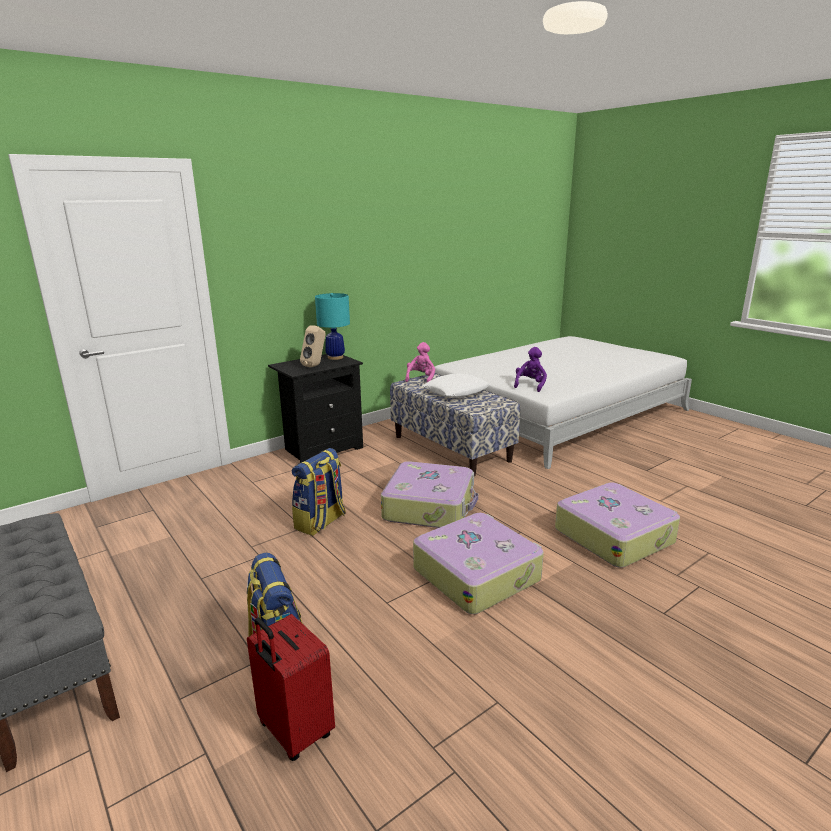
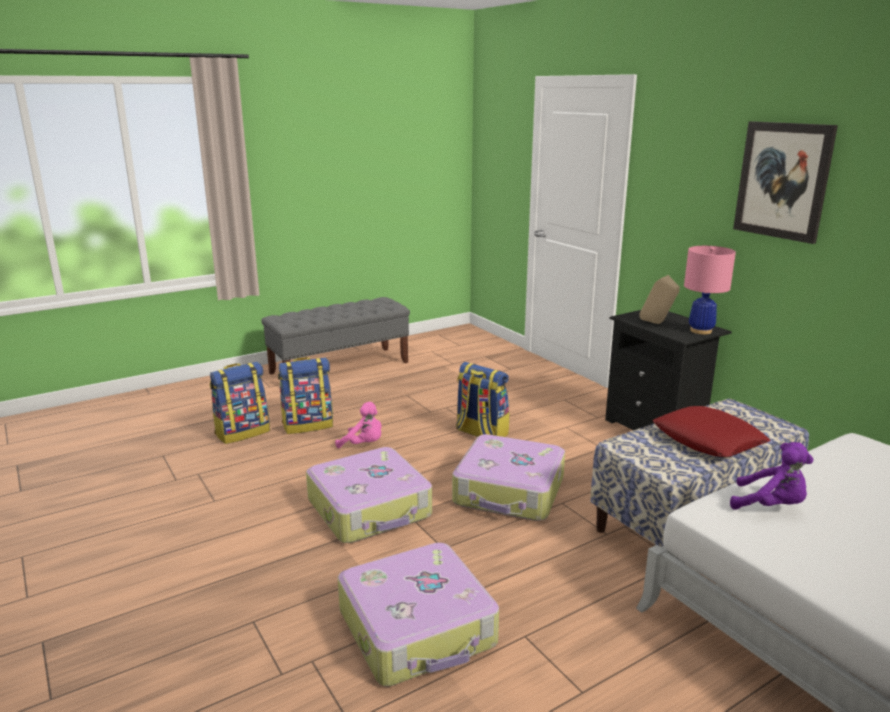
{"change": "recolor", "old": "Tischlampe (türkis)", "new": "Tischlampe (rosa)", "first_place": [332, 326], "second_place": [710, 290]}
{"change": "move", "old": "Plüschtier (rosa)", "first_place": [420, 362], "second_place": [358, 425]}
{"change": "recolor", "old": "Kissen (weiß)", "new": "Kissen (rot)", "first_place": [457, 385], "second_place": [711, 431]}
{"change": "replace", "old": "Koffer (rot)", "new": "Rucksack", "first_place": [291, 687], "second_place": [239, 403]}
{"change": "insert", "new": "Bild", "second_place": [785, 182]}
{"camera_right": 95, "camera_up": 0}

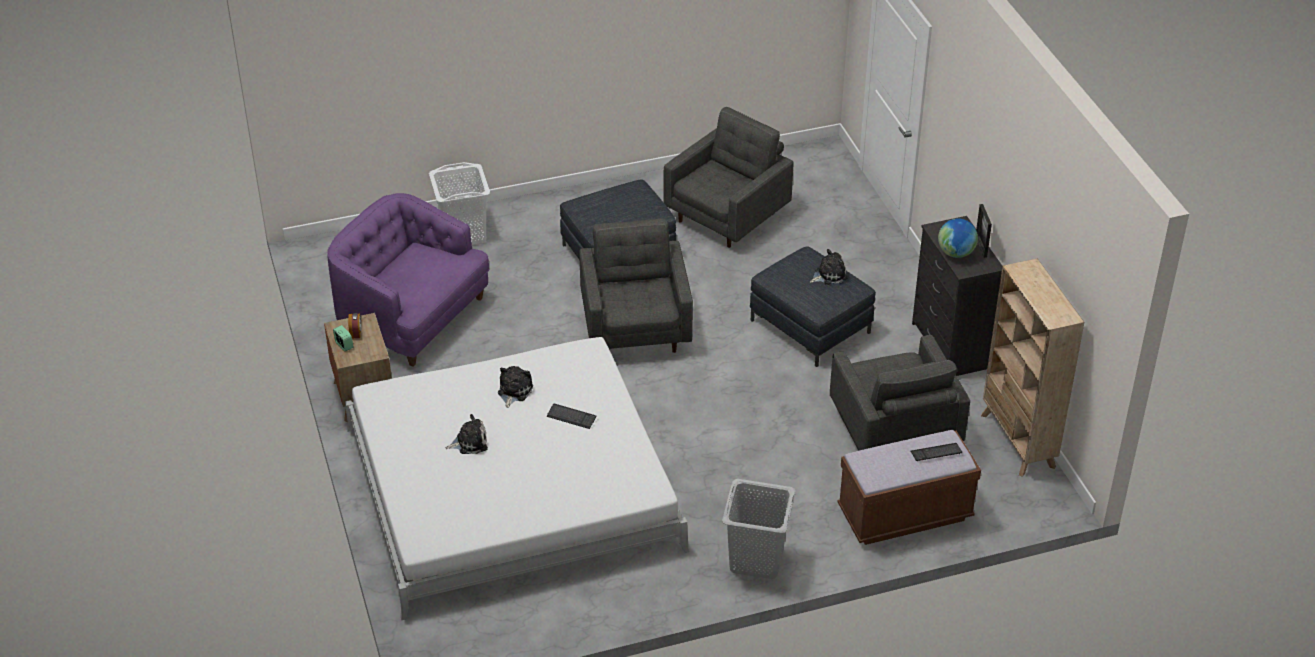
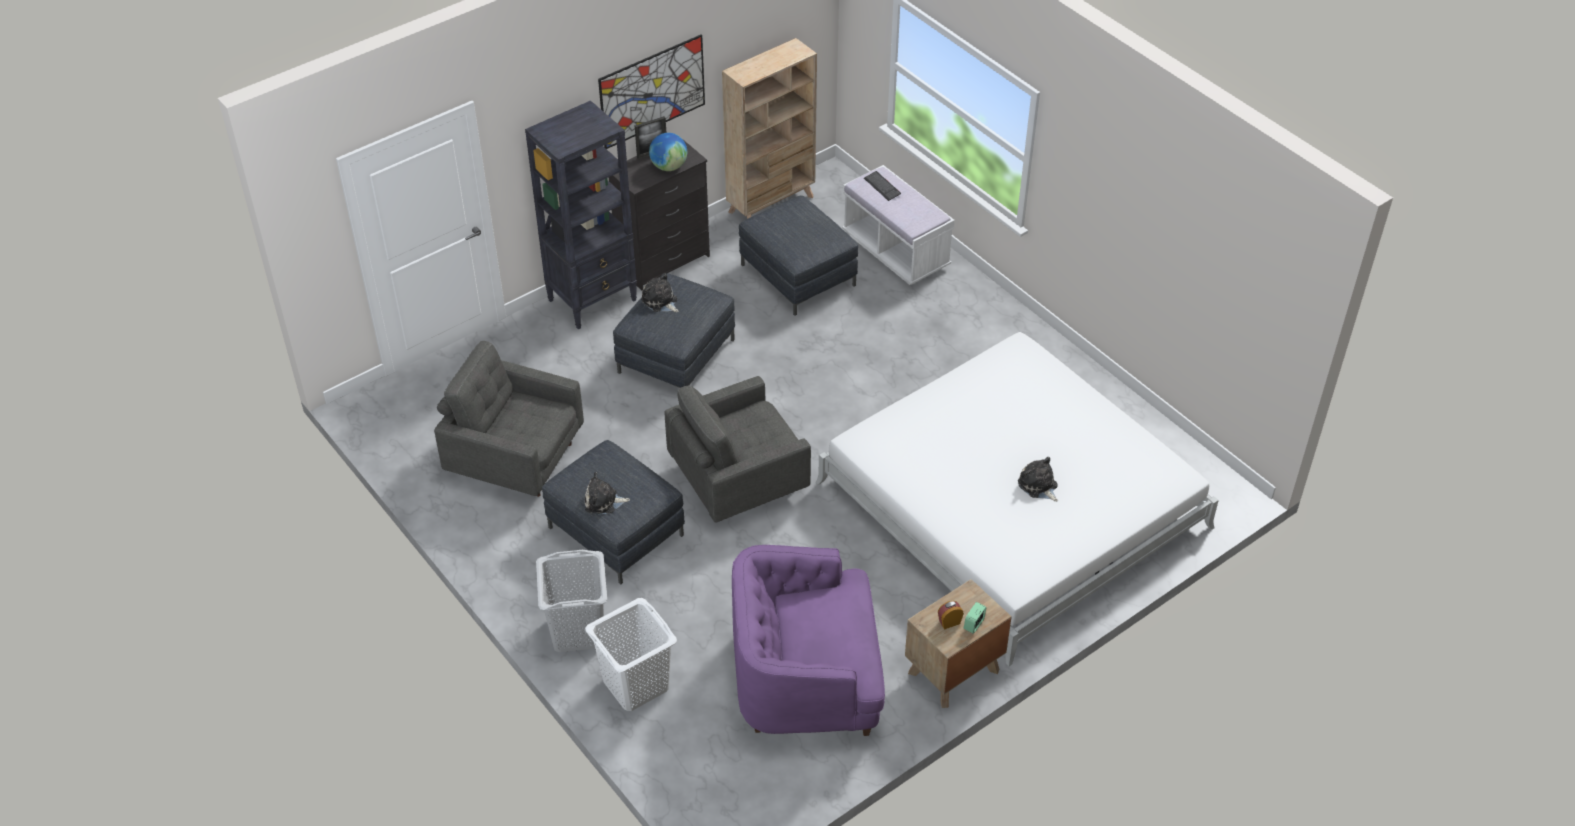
{"change": "rotate", "old": "Sessel (lila)", "first_place": [408, 280], "second_place": [808, 640], "degrees": 75}
{"change": "replace", "old": "Sessel (grau)", "new": "Polsterhocker (grau)", "first_place": [900, 393], "second_place": [798, 255]}
{"change": "move", "old": "Plüschtier", "first_place": [515, 387], "second_place": [607, 493]}
{"change": "delete", "old": "Tastatur", "first_place": [571, 416]}
{"change": "recolor", "old": "Bank (braun)", "new": "Bank (weiß)", "first_place": [909, 487], "second_place": [898, 225]}
{"change": "move", "old": "Wäschekorb (grau)", "first_place": [759, 529], "second_place": [571, 601]}
{"change": "insert", "new": "Bild", "second_place": [651, 91]}
{"change": "insert", "new": "Bücherregal (schwarz)", "second_place": [581, 214]}
{"camera_right": -110, "camera_up": 5}

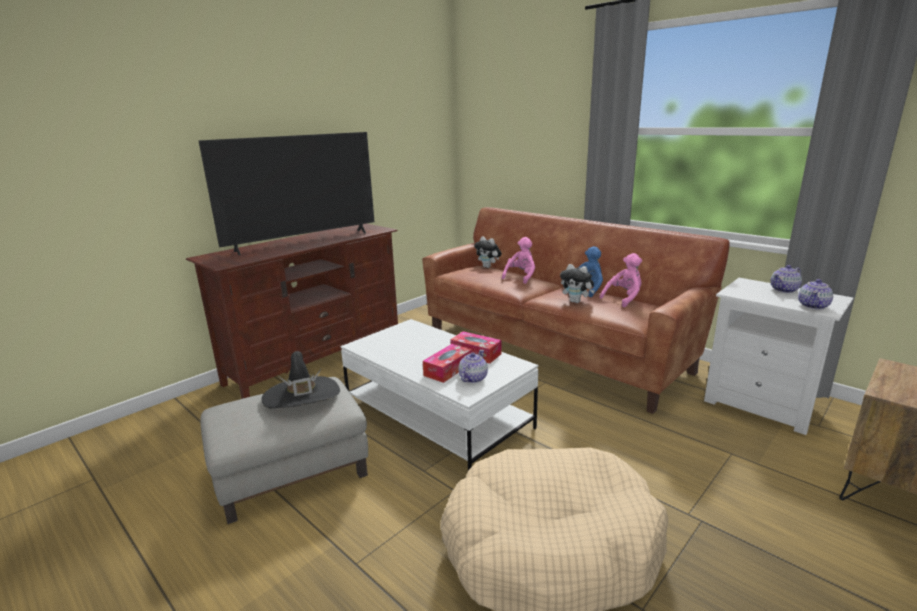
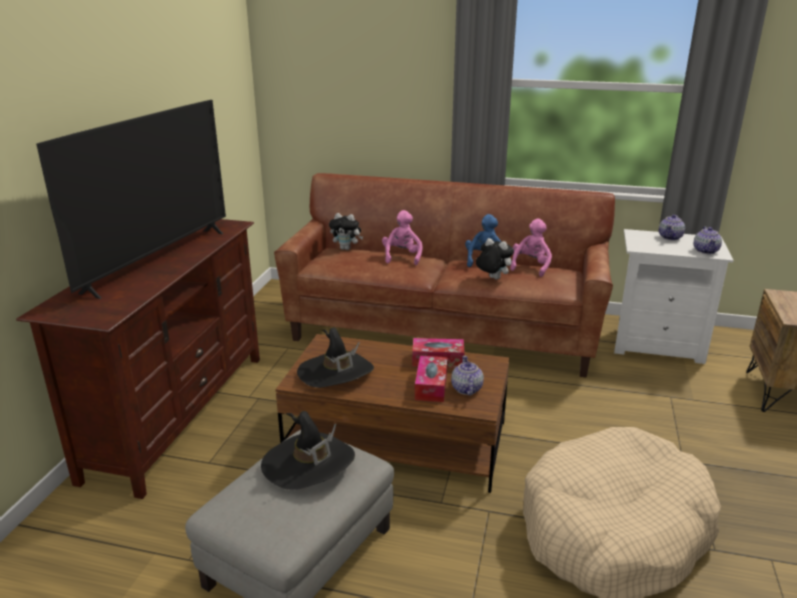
{"change": "rotate", "old": "Plüschtier", "first_place": [577, 283], "second_place": [495, 259], "degrees": -150}
{"change": "recolor", "old": "Couchtisch (weiß)", "new": "Couchtisch (braun)", "first_place": [439, 394], "second_place": [392, 413]}
{"change": "insert", "new": "Hut (schwarz)", "second_place": [335, 358]}
{"camera_right": -30, "camera_up": 5}

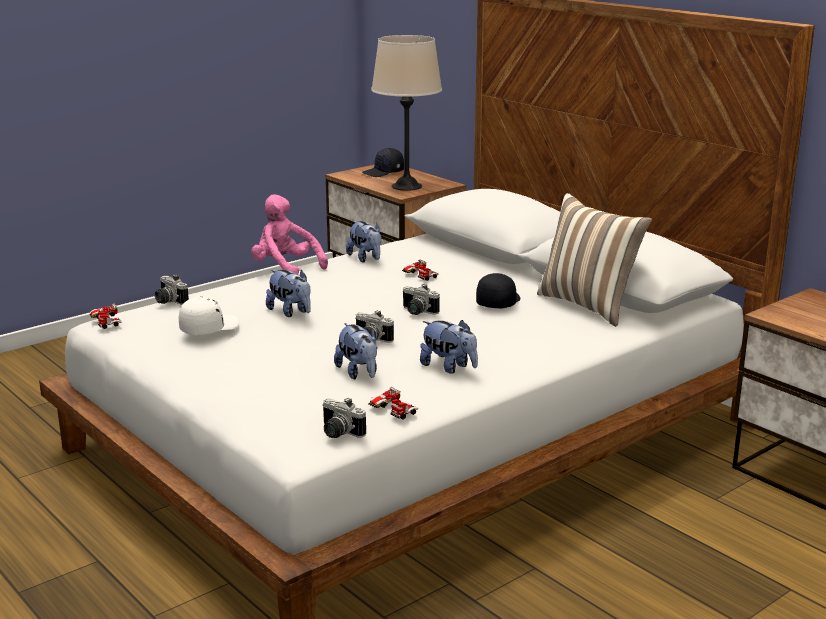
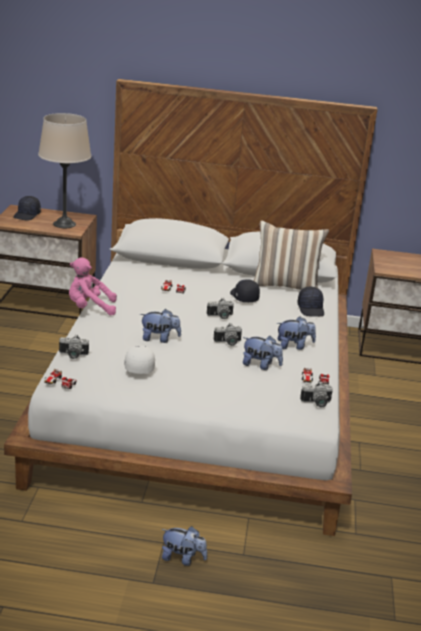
{"change": "move", "old": "Plüschtier", "first_place": [363, 241], "second_place": [184, 546]}
{"change": "insert", "new": "Kappe (schwarz)", "second_place": [310, 302]}
{"camera_right": -45, "camera_up": 5}

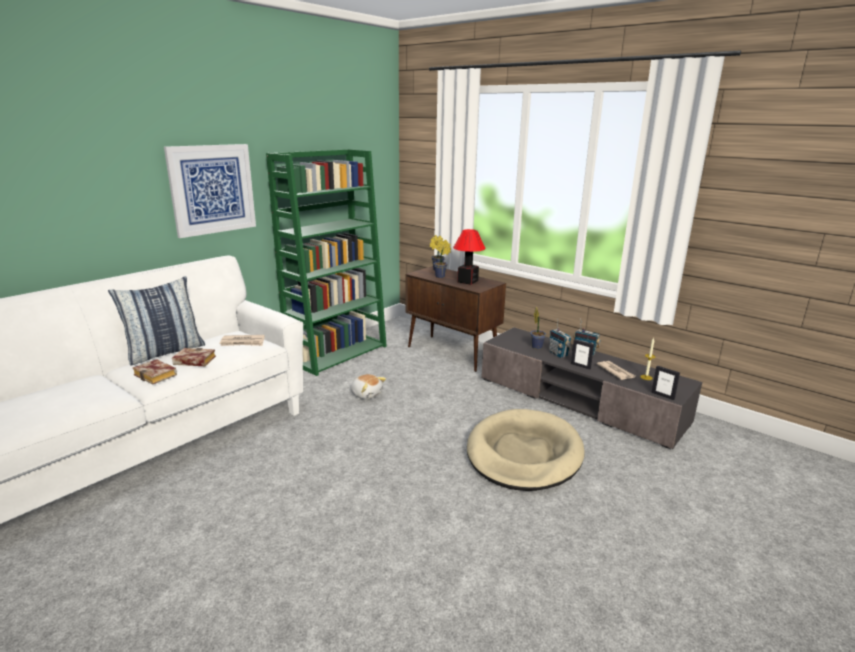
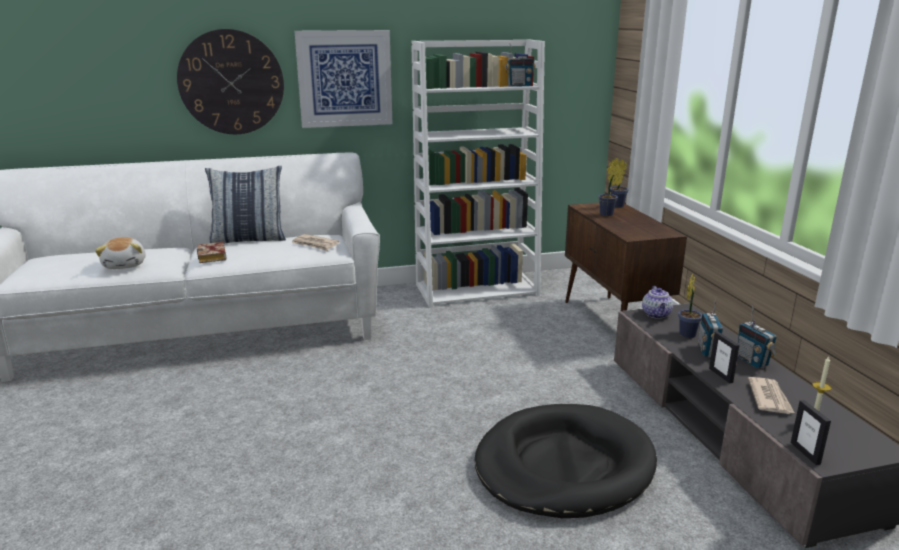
{"change": "recolor", "old": "Bücherregal (grün)", "new": "Bücherregal (weiß)", "first_place": [326, 262], "second_place": [478, 173]}
{"change": "delete", "old": "Tischlampe", "first_place": [469, 257]}
{"change": "delete", "old": "Buch", "first_place": [194, 357]}
{"change": "move", "old": "Plüschtier", "first_place": [368, 386], "second_place": [120, 253]}
{"change": "recolor", "old": "Hundebett (beige)", "new": "Hundebett (schwarz)", "first_place": [526, 450], "second_place": [566, 461]}
{"change": "insert", "new": "Wanduhr", "second_place": [230, 81]}
{"change": "insert", "new": "Radio", "second_place": [520, 65]}
{"change": "insert", "new": "Teekanne", "second_place": [657, 302]}
{"camera_right": 35, "camera_up": 0}

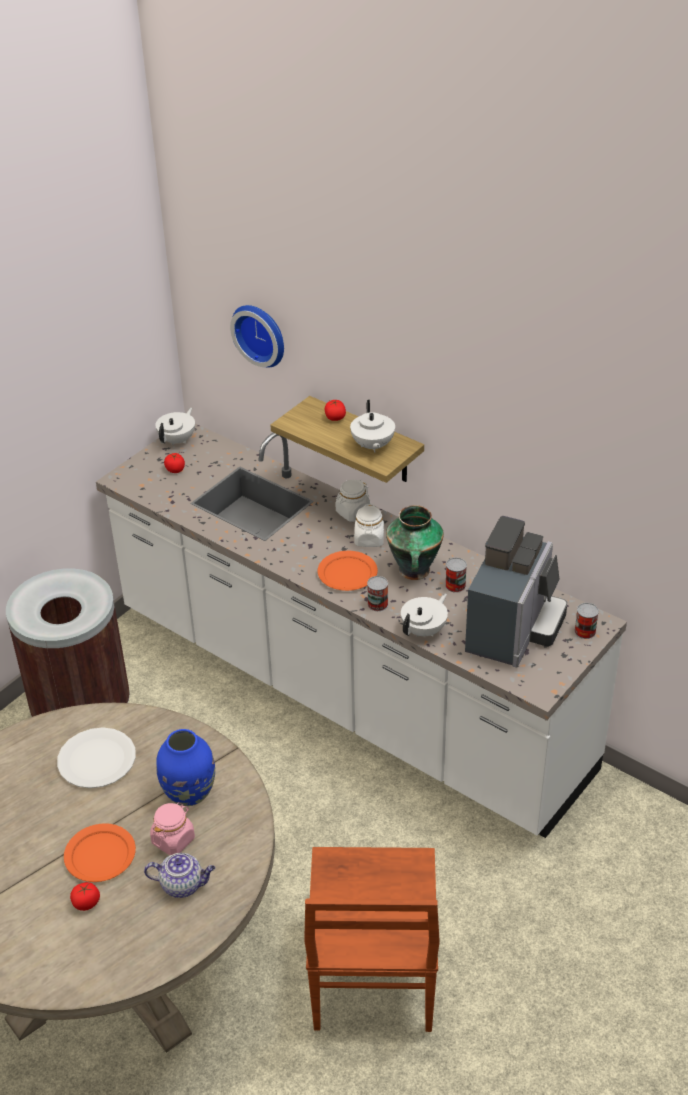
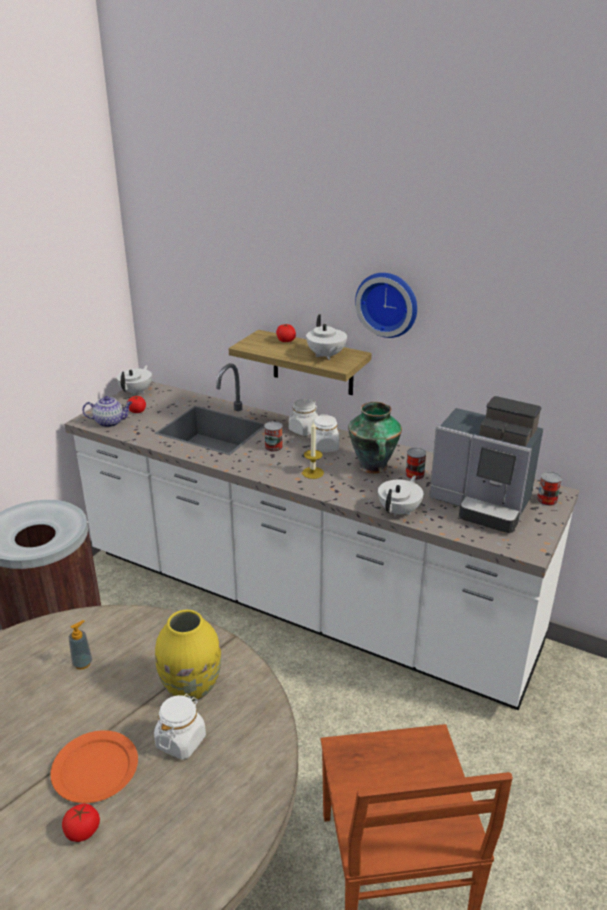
{"change": "move", "old": "Wanduhr", "first_place": [257, 336], "second_place": [386, 305]}
{"change": "rotate", "old": "Kaffeemaschine", "first_place": [516, 592], "second_place": [486, 464], "degrees": 105}
{"change": "replace", "old": "Teller (orange)", "new": "Kerze", "first_place": [348, 571], "second_place": [313, 450]}
{"change": "move", "old": "Dose", "first_place": [377, 593], "second_place": [273, 436]}
{"change": "replace", "old": "Teller (weiß)", "new": "Seifenspender", "first_place": [96, 757], "second_place": [80, 645]}
{"change": "recolor", "old": "Vase (blau)", "new": "Vase (gelb)", "first_place": [185, 767], "second_place": [188, 655]}
{"change": "recolor", "old": "Vorratsglas (rosa)", "new": "Vorratsglas (weiß)", "first_place": [172, 828], "second_place": [180, 726]}
{"change": "move", "old": "Teekanne", "first_place": [179, 875], "second_place": [107, 411]}
{"camera_right": -10, "camera_up": -10}

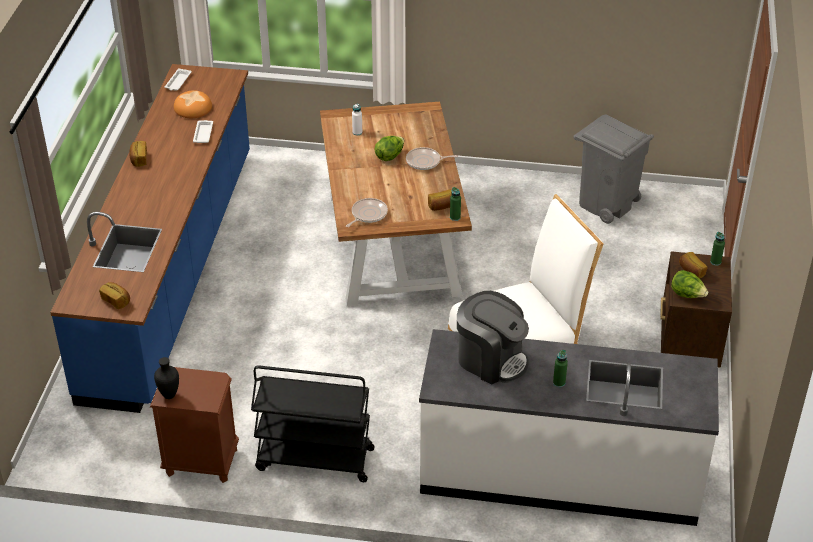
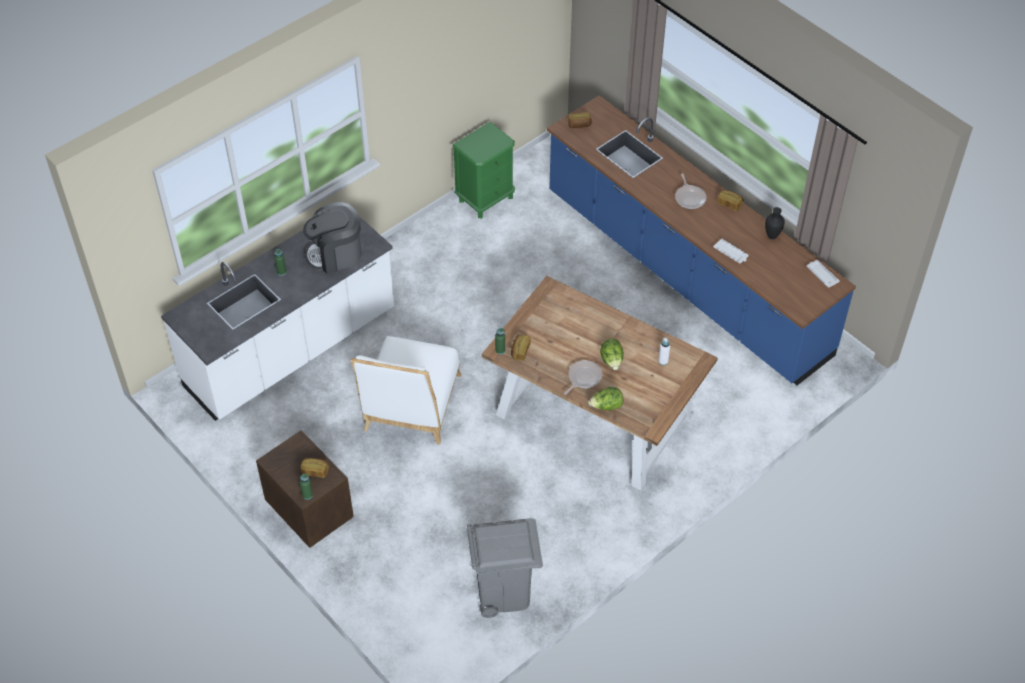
{"change": "delete", "old": "Brot", "first_place": [193, 104]}
{"change": "move", "old": "Pfanne", "first_place": [367, 212], "second_place": [690, 191]}
{"change": "move", "old": "Salatkopf", "first_place": [689, 284], "second_place": [605, 399]}
{"change": "move", "old": "Vase (schwarz)", "first_place": [166, 378], "second_place": [775, 223]}
{"change": "delete", "old": "Rollwagen (schwarz)", "first_place": [313, 423]}
{"change": "recolor", "old": "Nachttisch (braun)", "new": "Nachttisch (grün)", "first_place": [194, 425], "second_place": [483, 170]}
{"camera_right": 130, "camera_up": 10}

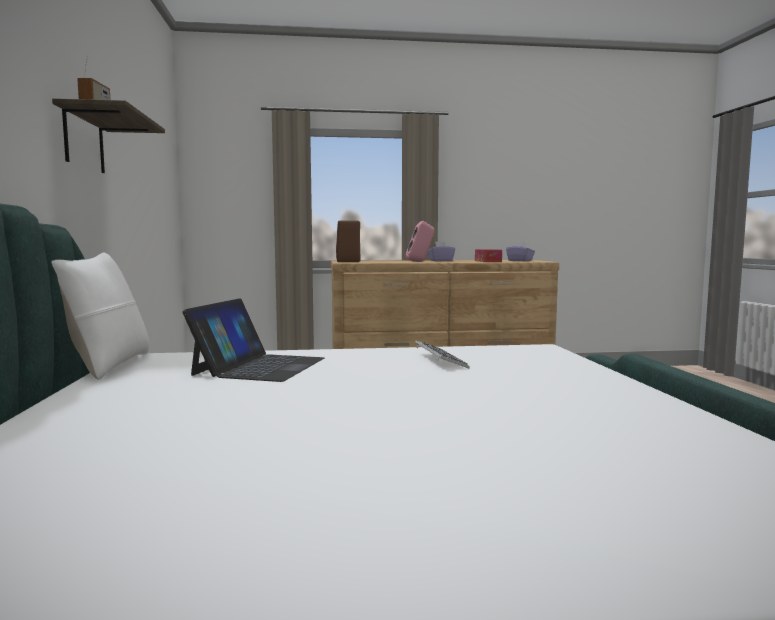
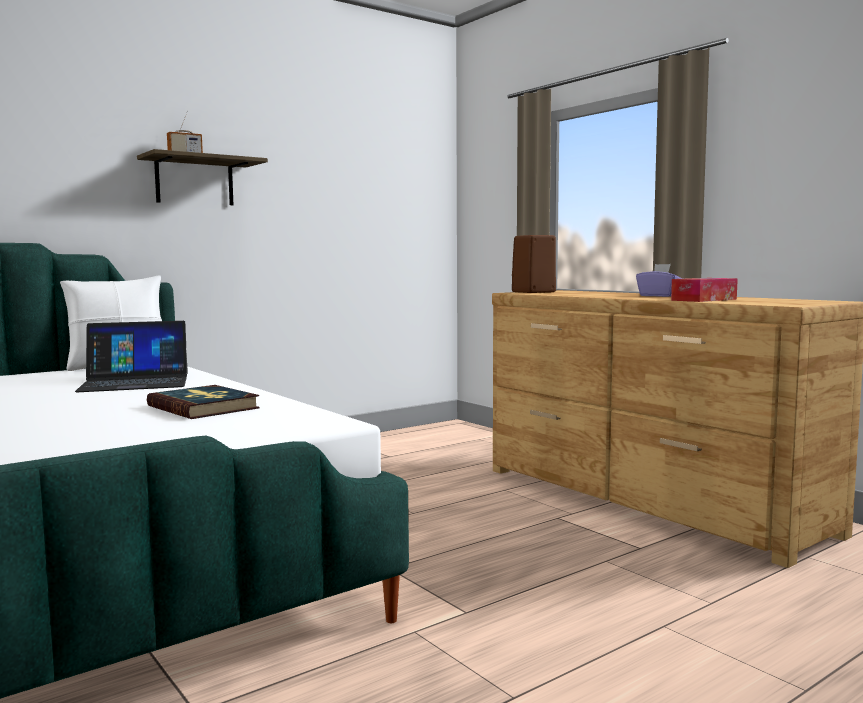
{"change": "delete", "old": "Lautsprecher (rosa)", "first_place": [420, 241]}
{"change": "delete", "old": "Taschentuchbox (lila)", "first_place": [520, 251]}
{"change": "replace", "old": "Tastatur", "new": "Buch", "first_place": [442, 355], "second_place": [203, 402]}
{"camera_right": 60, "camera_up": 0}

